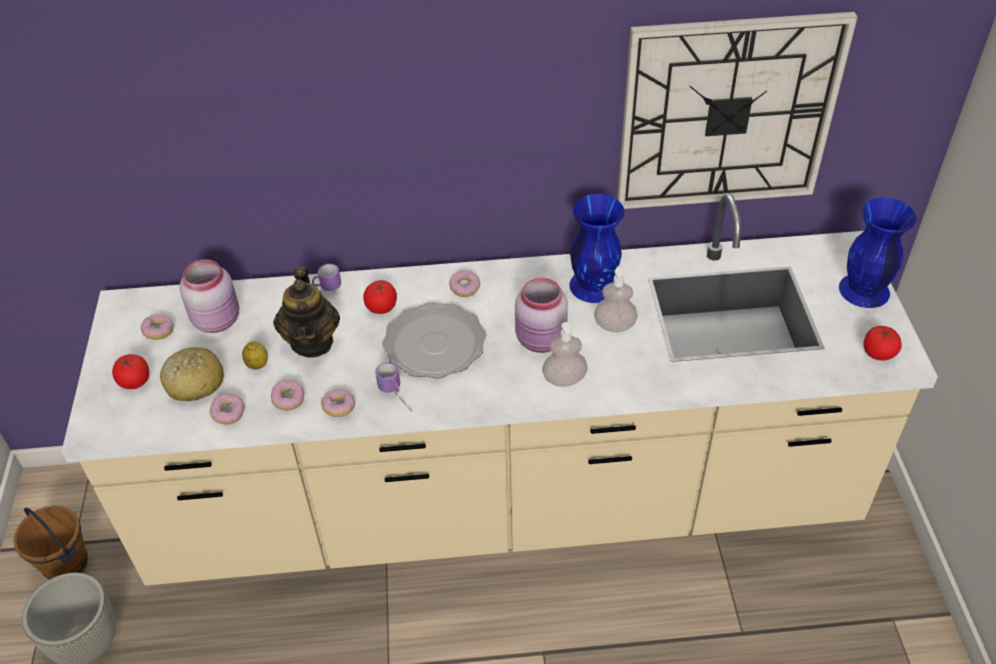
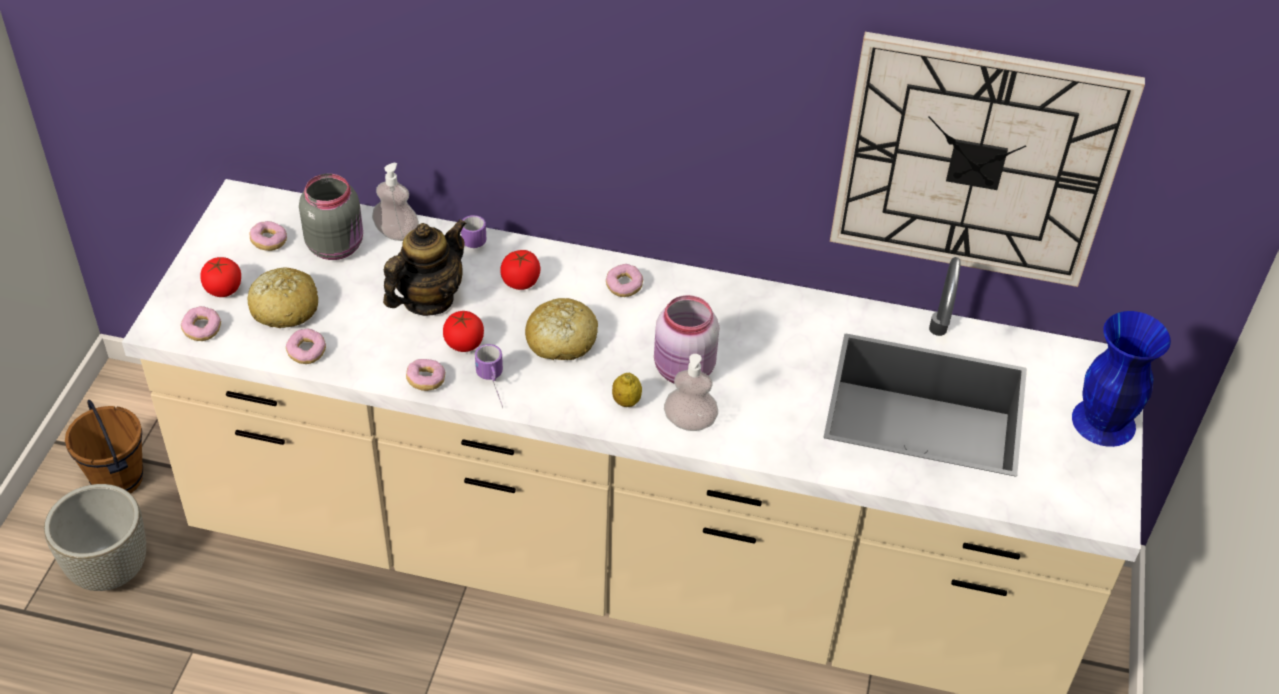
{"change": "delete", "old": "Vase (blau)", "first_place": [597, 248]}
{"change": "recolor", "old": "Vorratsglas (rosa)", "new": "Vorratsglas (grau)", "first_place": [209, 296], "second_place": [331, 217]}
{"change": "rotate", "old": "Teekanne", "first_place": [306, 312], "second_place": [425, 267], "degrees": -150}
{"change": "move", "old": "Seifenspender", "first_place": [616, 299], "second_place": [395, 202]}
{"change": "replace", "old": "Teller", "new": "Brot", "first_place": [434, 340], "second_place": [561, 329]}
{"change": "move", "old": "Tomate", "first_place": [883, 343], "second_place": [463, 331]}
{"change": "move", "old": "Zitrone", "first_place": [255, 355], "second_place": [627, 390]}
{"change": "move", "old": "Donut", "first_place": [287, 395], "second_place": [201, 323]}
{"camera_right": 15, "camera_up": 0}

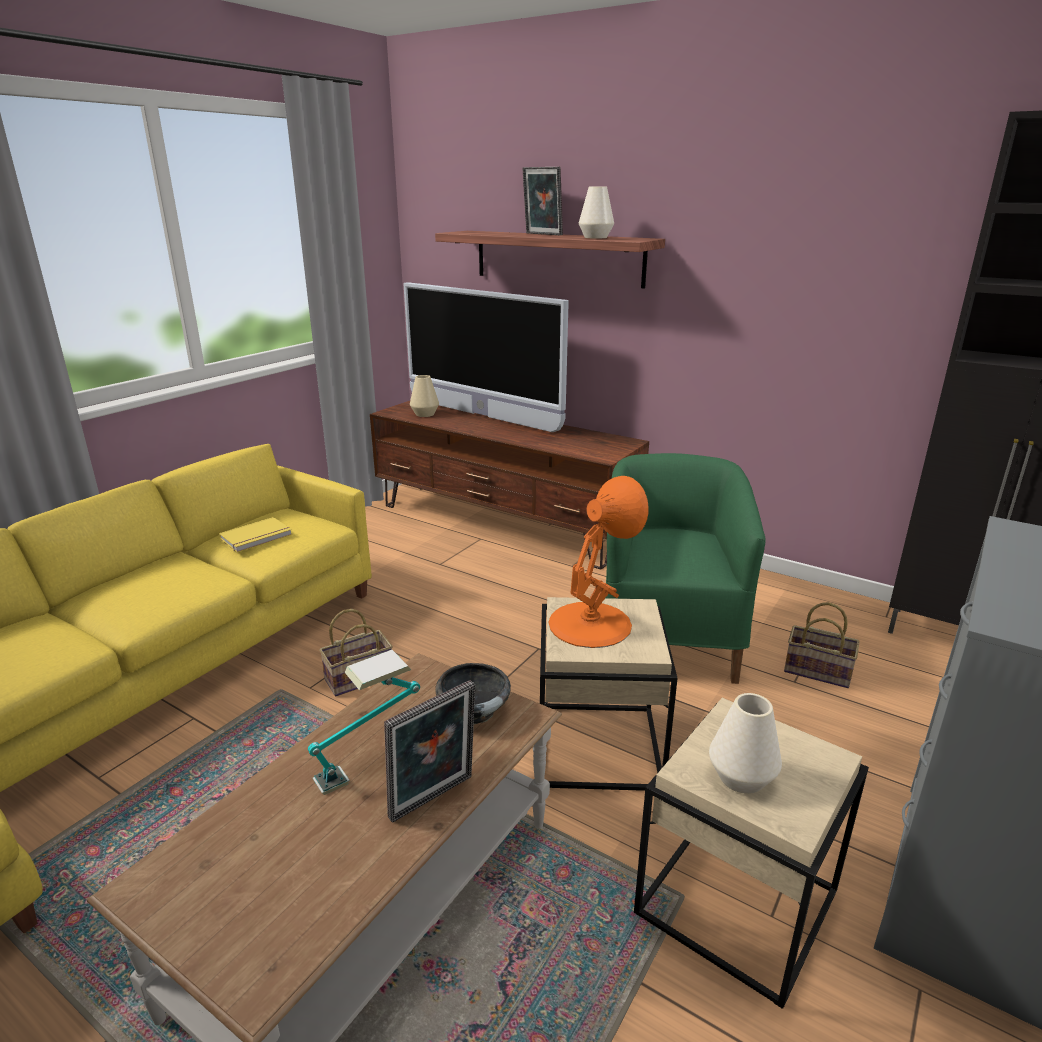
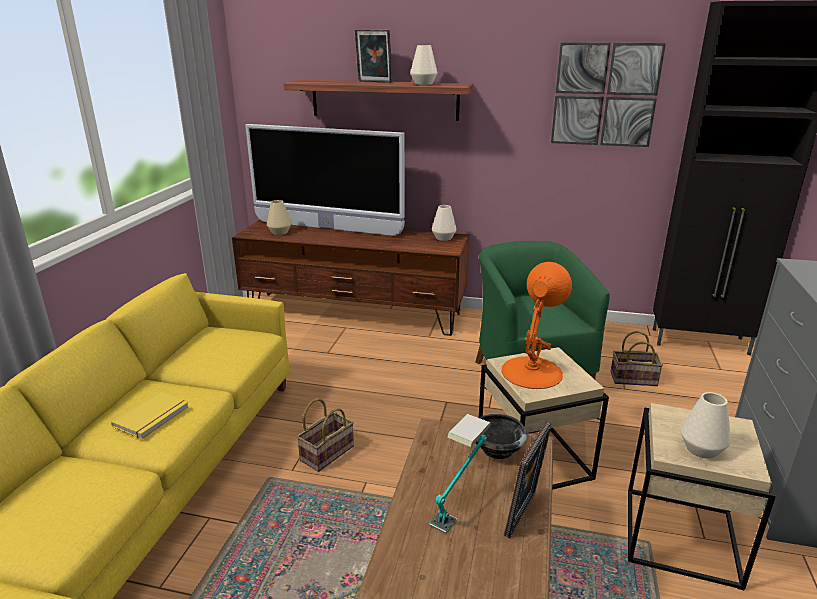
{"change": "move", "old": "Buch (gelb)", "first_place": [255, 534], "second_place": [150, 415]}
{"change": "insert", "new": "Bild", "second_place": [608, 94]}
{"change": "insert", "new": "Vase (weiß)", "second_place": [444, 223]}
{"camera_right": -20, "camera_up": 0}

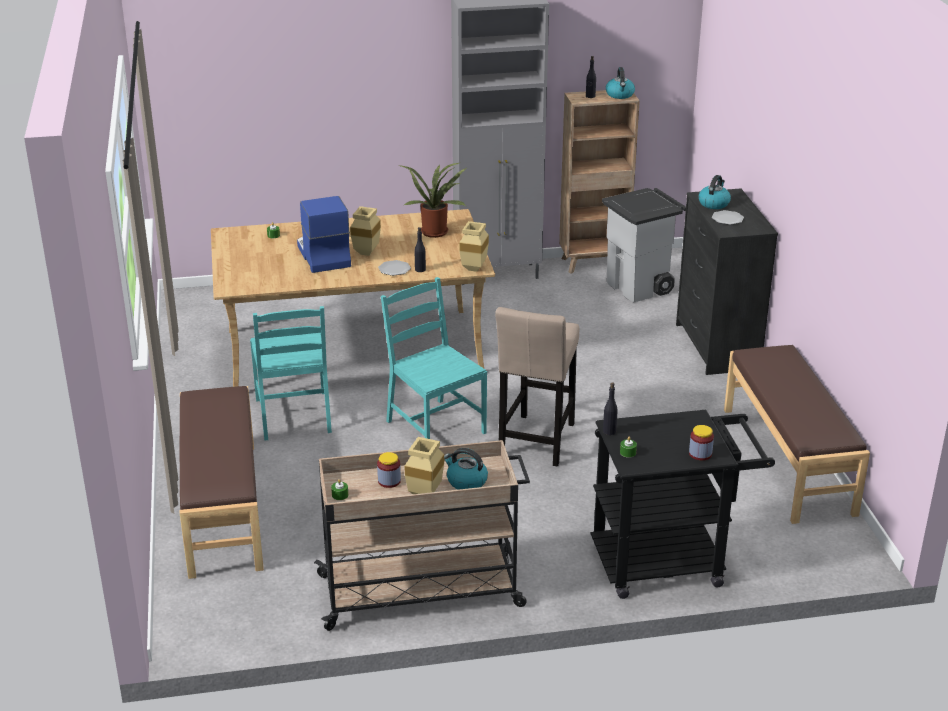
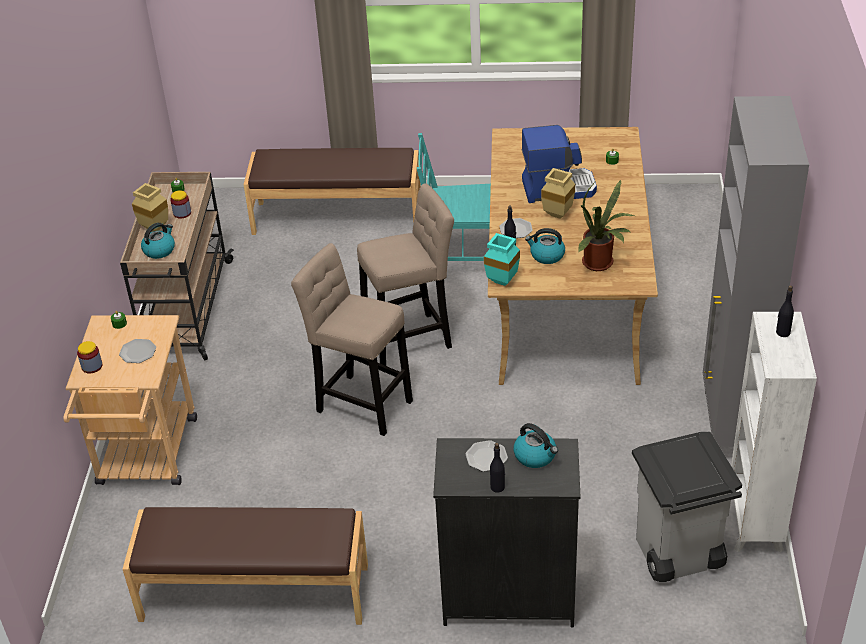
{"change": "move", "old": "Wasserkessel", "first_place": [620, 83], "second_place": [545, 246]}
{"change": "recolor", "old": "Bücherregal (braun)", "new": "Bücherregal (weiß)", "first_place": [599, 182], "second_place": [774, 432]}
{"change": "recolor", "old": "Vase (beige)", "new": "Vase (türkis)", "first_place": [474, 246], "second_place": [502, 259]}
{"change": "replace", "old": "Stuhl (türkis)", "new": "Hocker (beige)", "first_place": [434, 358], "second_place": [405, 274]}
{"change": "move", "old": "Flasche (schwarz)", "first_place": [610, 408], "second_place": [497, 468]}
{"change": "recolor", "old": "Rollwagen (schwarz)", "new": "Rollwagen (beige)", "first_place": [683, 504], "second_place": [130, 400]}
{"change": "insert", "new": "Teller", "second_place": [137, 351]}
{"camera_right": 105, "camera_up": 10}

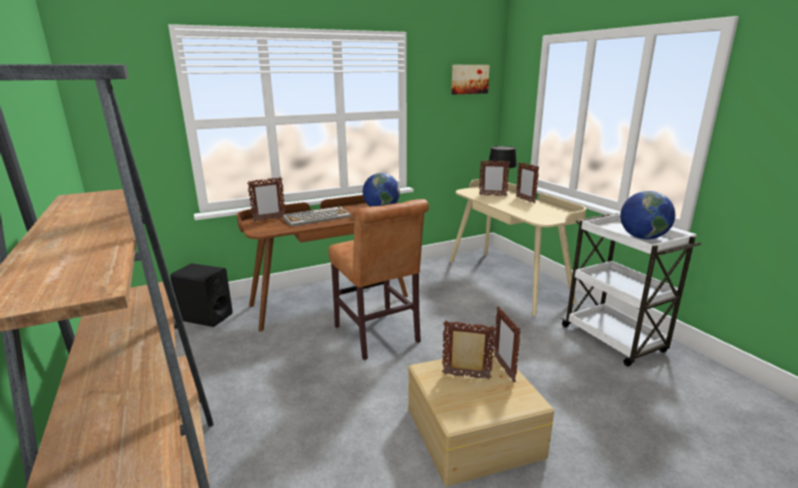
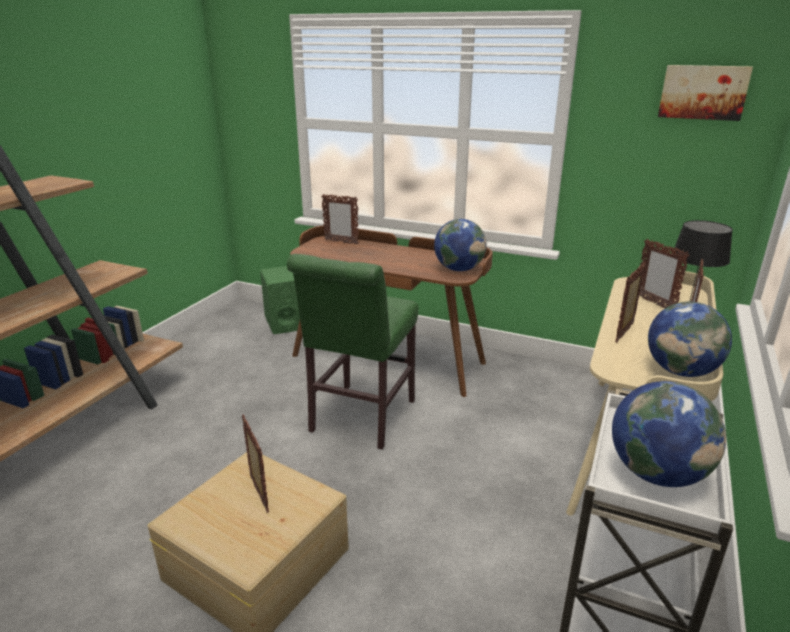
{"change": "recolor", "old": "Stuhl (braun)", "new": "Stuhl (grün)", "first_place": [378, 279], "second_place": [352, 352]}
{"change": "delete", "old": "Tastatur", "first_place": [317, 216]}
{"change": "recolor", "old": "Lautsprecher (schwarz)", "new": "Lautsprecher (grün)", "first_place": [201, 295], "second_place": [280, 300]}
{"change": "move", "old": "Bilderrahmen", "first_place": [507, 344], "second_place": [630, 302]}
{"change": "insert", "new": "Globus", "second_place": [690, 339]}
{"camera_right": 50, "camera_up": 5}

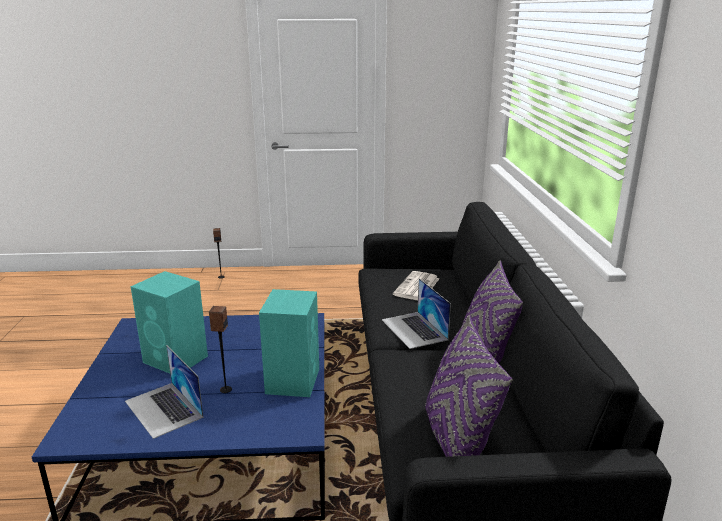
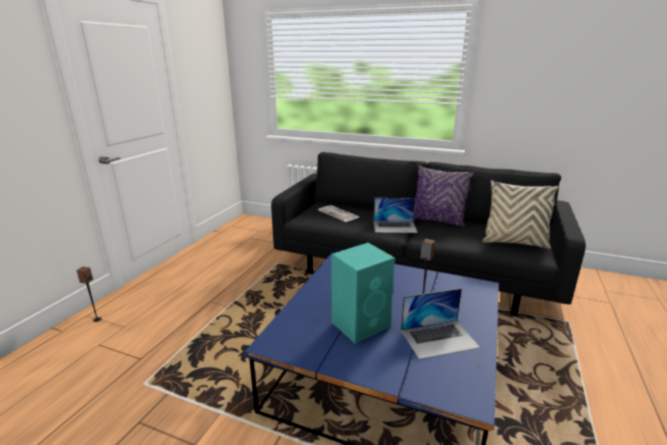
{"change": "delete", "old": "Lautsprecher (türkis)", "first_place": [289, 343]}
{"change": "recolor", "old": "Kissen (lila)", "new": "Kissen (beige)", "first_place": [469, 386], "second_place": [520, 214]}
{"camera_right": -65, "camera_up": 0}

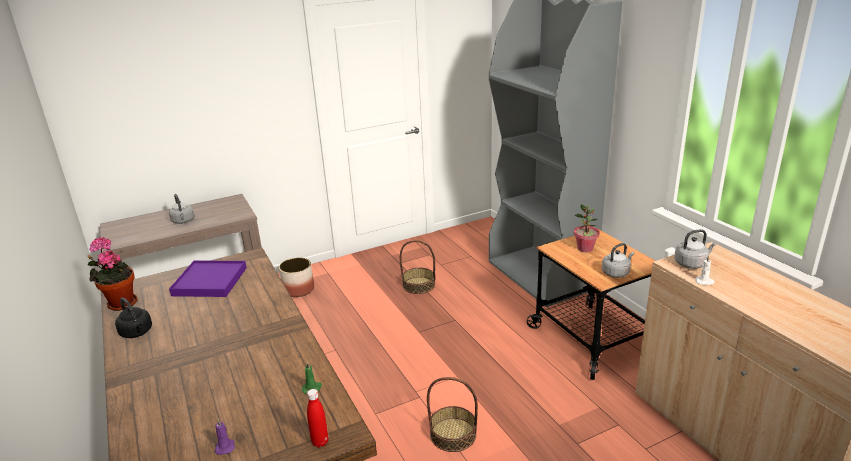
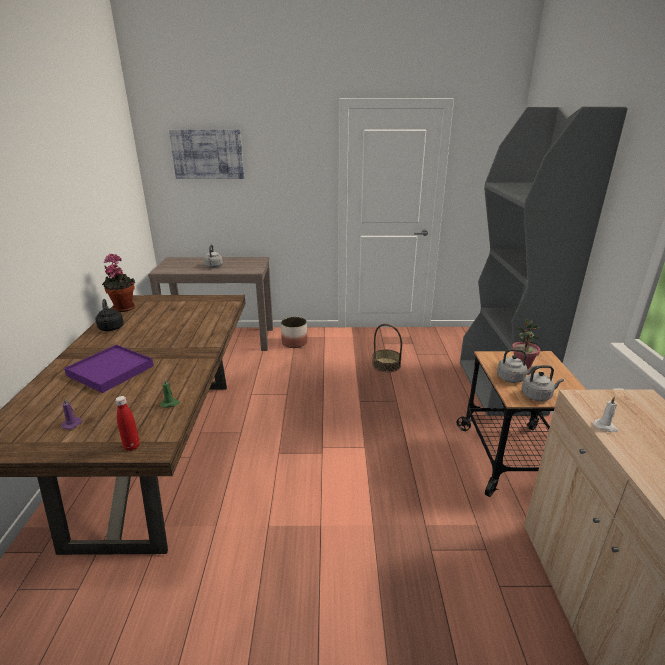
{"change": "move", "old": "Wasserkessel (grau)", "first_place": [695, 249], "second_place": [517, 366]}
{"change": "move", "old": "Tablett (lila)", "first_place": [208, 278], "second_place": [109, 369]}
{"change": "delete", "old": "Korb", "first_place": [452, 414]}
{"change": "insert", "new": "Bild", "second_place": [206, 154]}
{"camera_right": 25, "camera_up": 0}

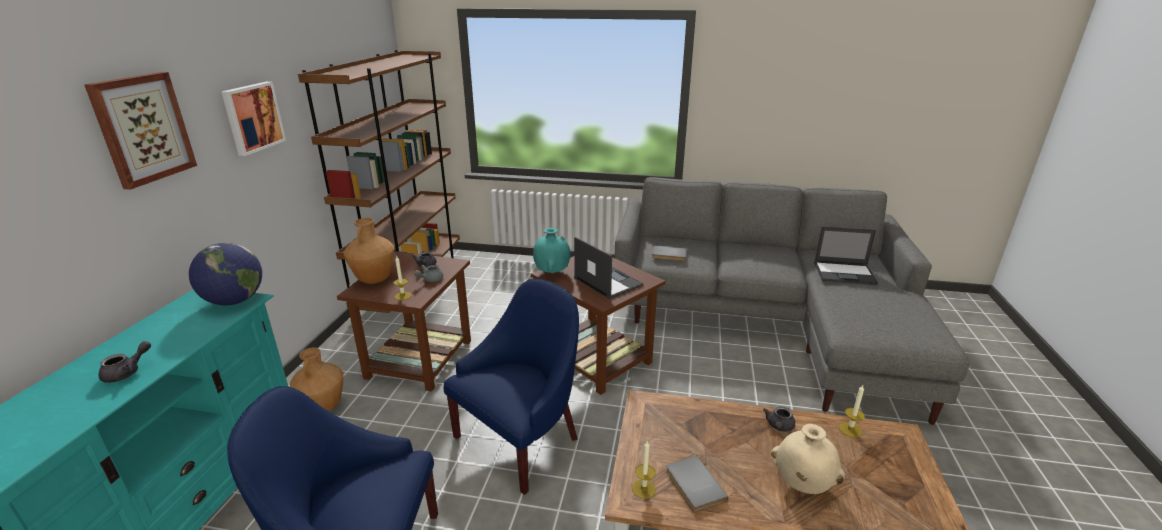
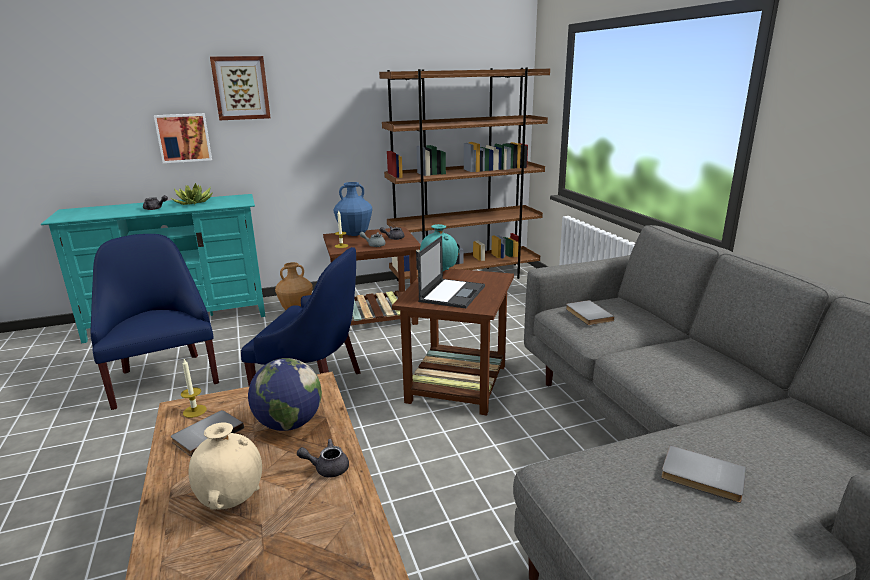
{"change": "move", "old": "Bild", "first_place": [253, 119], "second_place": [183, 138]}
{"change": "recolor", "old": "Vase (braun)", "new": "Vase (blau)", "first_place": [369, 251], "second_place": [352, 209]}
{"change": "delete", "old": "Laptop", "first_place": [846, 256]}
{"change": "move", "old": "Globus", "first_place": [225, 274], "second_place": [285, 394]}
{"change": "delete", "old": "Kerze", "first_place": [852, 411]}
{"change": "insert", "new": "Topfpflanze", "second_place": [192, 194]}
{"change": "insert", "new": "Buch (grau)", "second_place": [703, 474]}
{"camera_right": 60, "camera_up": -5}

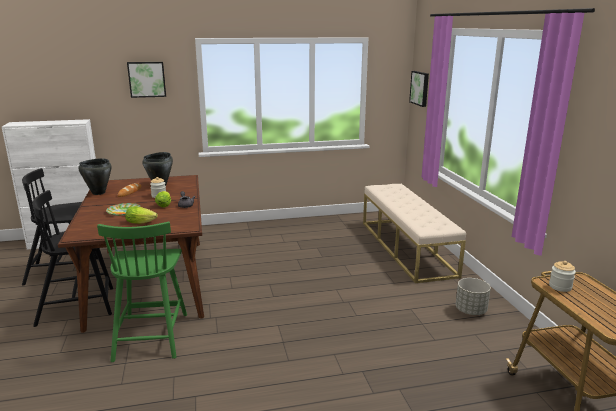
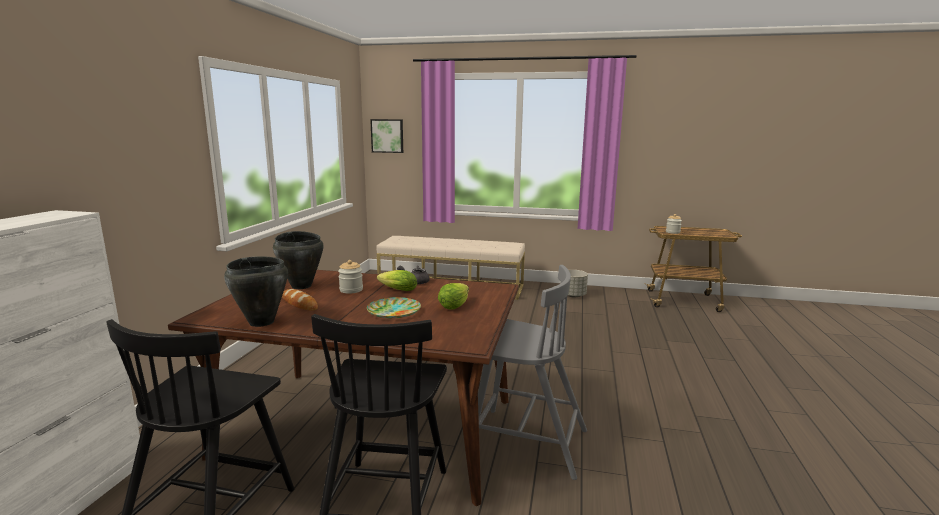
{"change": "delete", "old": "Bild", "first_place": [146, 80]}
{"change": "recolor", "old": "Stuhl (grün)", "new": "Stuhl (grau)", "first_place": [142, 291], "second_place": [532, 372]}
{"camera_right": -65, "camera_up": -5}

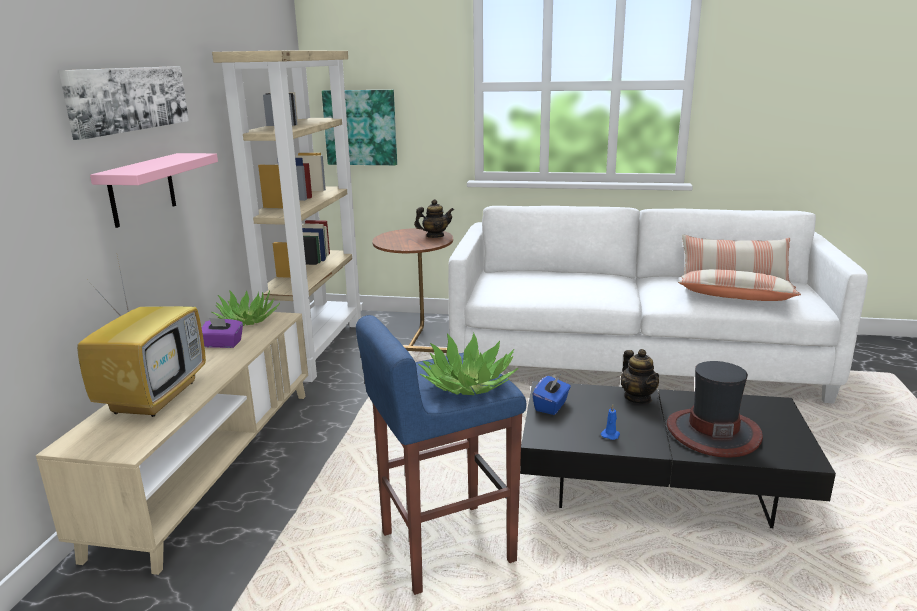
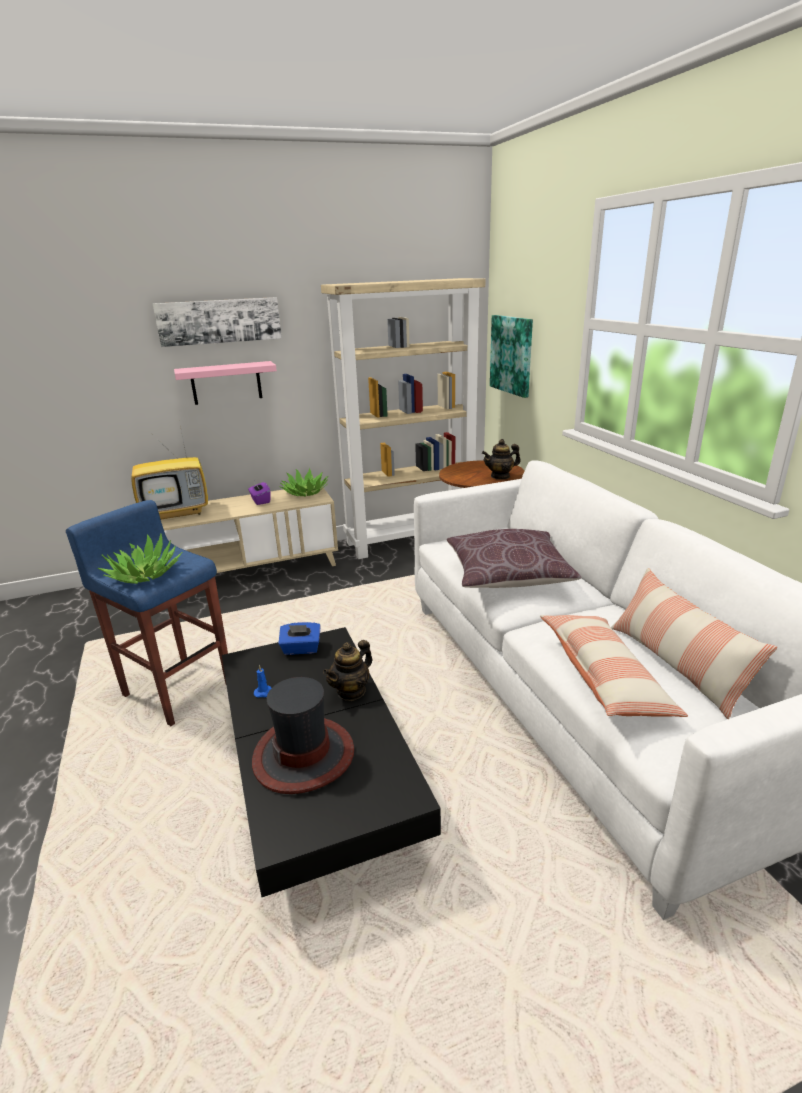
{"change": "rotate", "old": "Teekanne", "first_place": [434, 218], "second_place": [501, 459], "degrees": 120}
{"change": "insert", "new": "Kissen (braun)", "second_place": [514, 558]}
{"camera_right": 60, "camera_up": 5}

